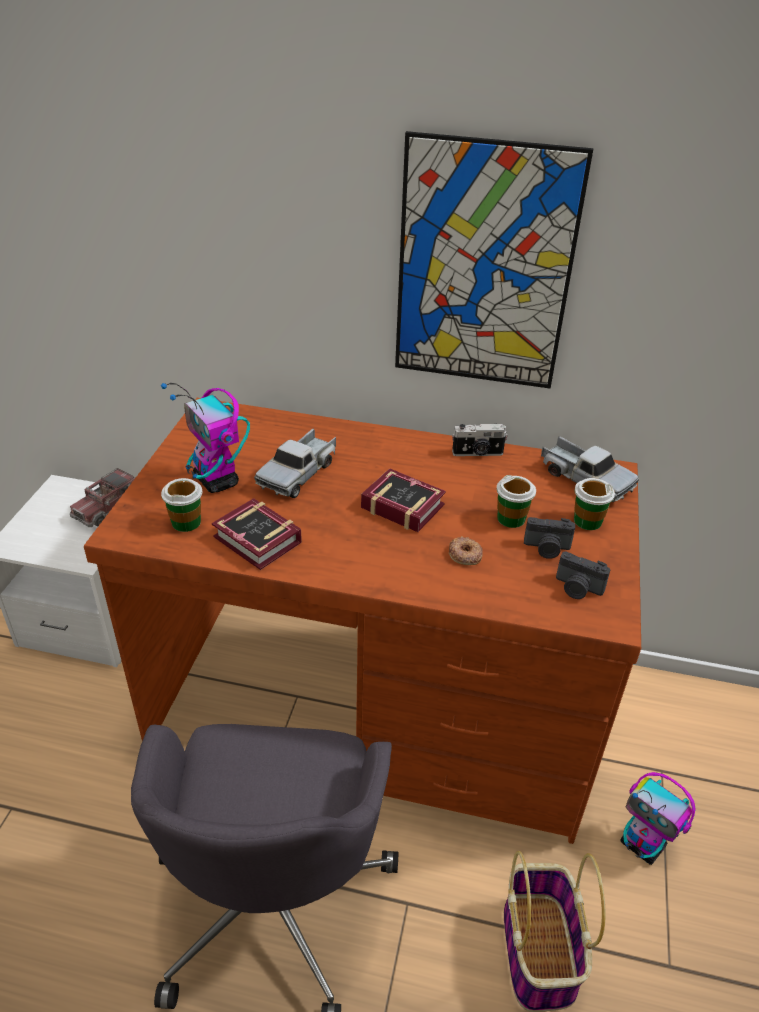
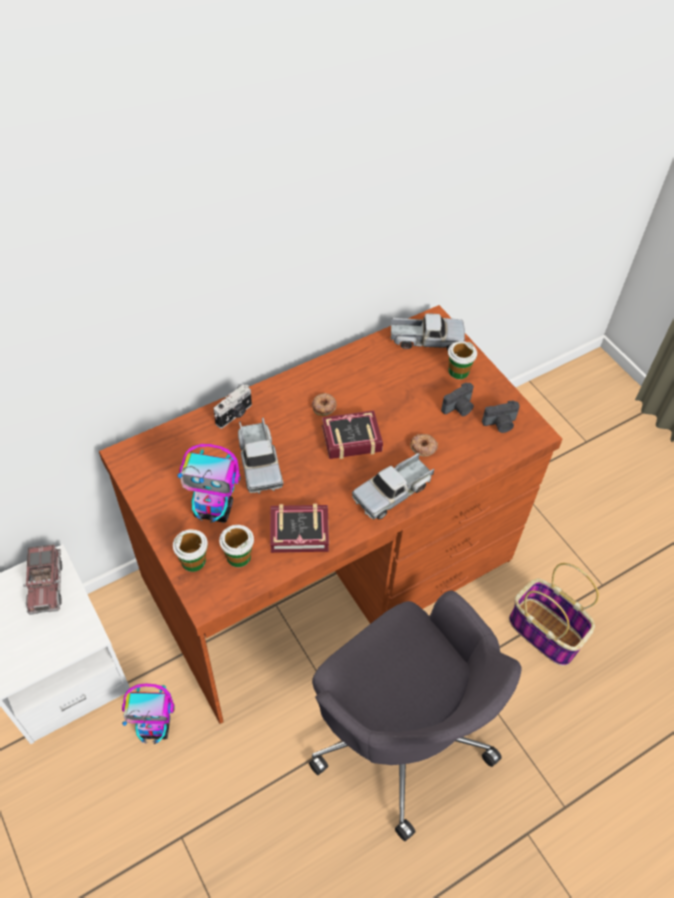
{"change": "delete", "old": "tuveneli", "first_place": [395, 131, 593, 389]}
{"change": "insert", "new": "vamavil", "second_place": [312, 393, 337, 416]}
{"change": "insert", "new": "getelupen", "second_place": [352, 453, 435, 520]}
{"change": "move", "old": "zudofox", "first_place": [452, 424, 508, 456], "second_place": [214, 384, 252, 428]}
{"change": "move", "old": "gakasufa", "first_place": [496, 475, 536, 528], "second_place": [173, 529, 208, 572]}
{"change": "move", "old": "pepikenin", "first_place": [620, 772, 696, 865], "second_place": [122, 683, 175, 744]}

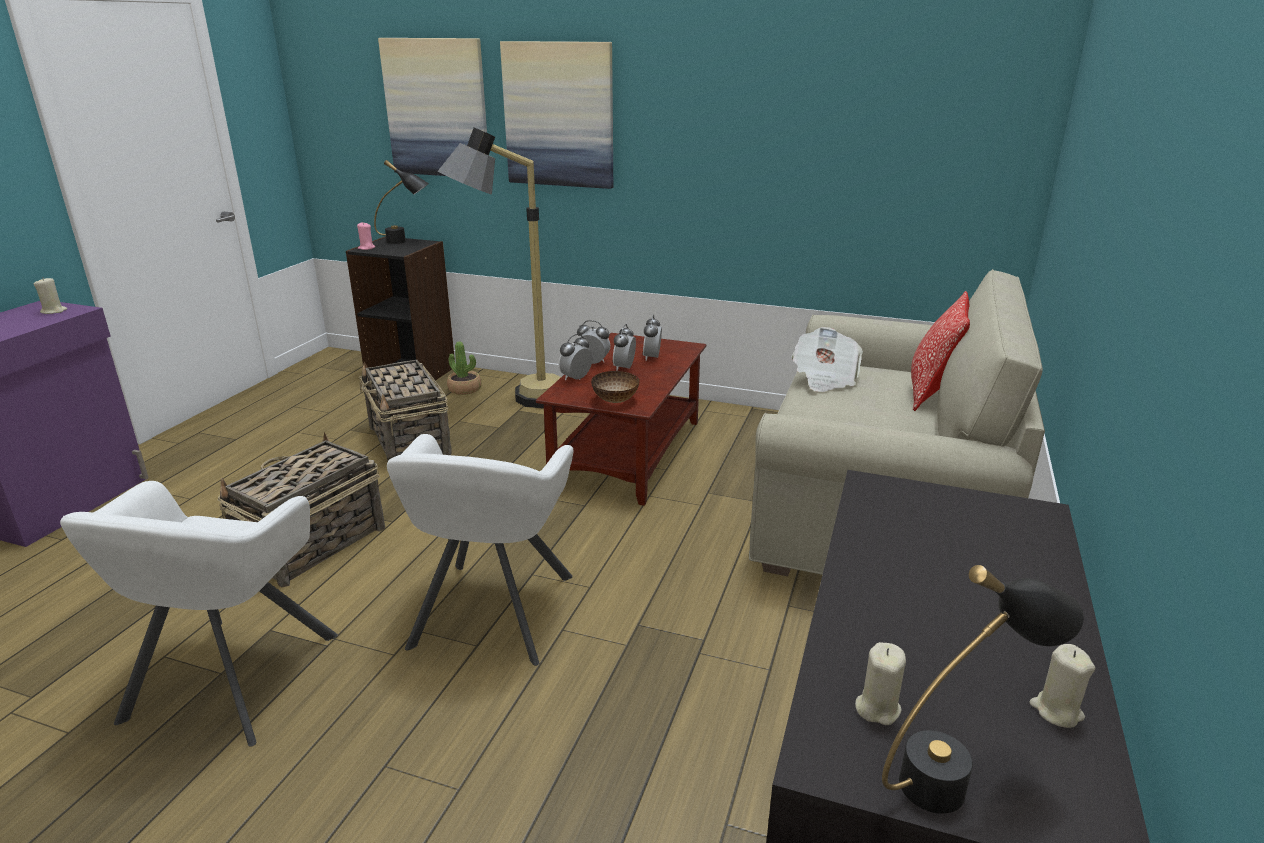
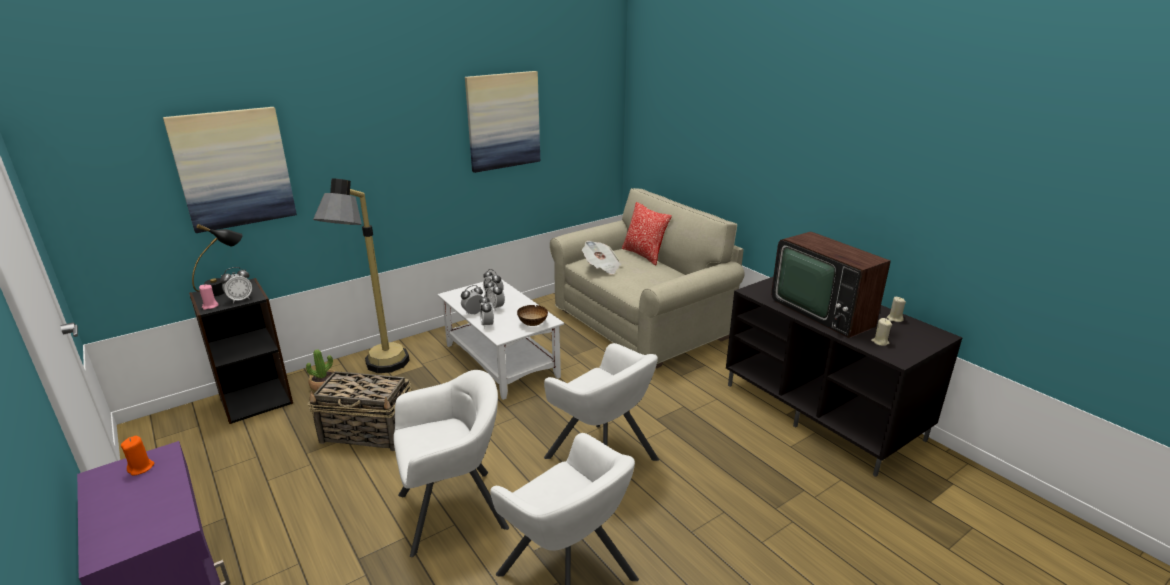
{"change": "delete", "old": "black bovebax", "first_place": [882, 565, 1084, 814]}
{"change": "insert", "new": "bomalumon", "second_place": [220, 267, 252, 303]}
{"change": "insert", "new": "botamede", "second_place": [771, 232, 891, 338]}
{"change": "move", "old": "tuveneli", "first_place": [500, 41, 613, 189], "second_place": [465, 71, 540, 173]}
{"change": "replace", "old": "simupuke", "new": "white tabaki", "first_place": [218, 432, 385, 587], "second_place": [394, 370, 509, 557]}
{"change": "recolor", "old": "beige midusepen", "new": "orange midusepen", "first_place": [34, 277, 67, 314], "second_place": [121, 436, 155, 476]}
{"change": "recolor", "old": "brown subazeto", "new": "white subazeto", "first_place": [536, 333, 706, 506], "second_place": [437, 279, 564, 400]}

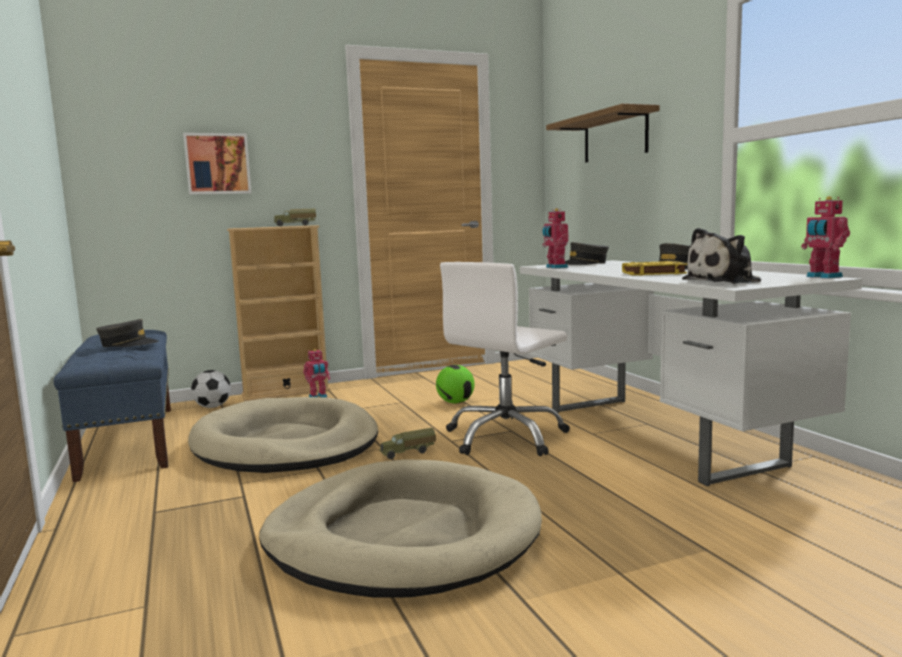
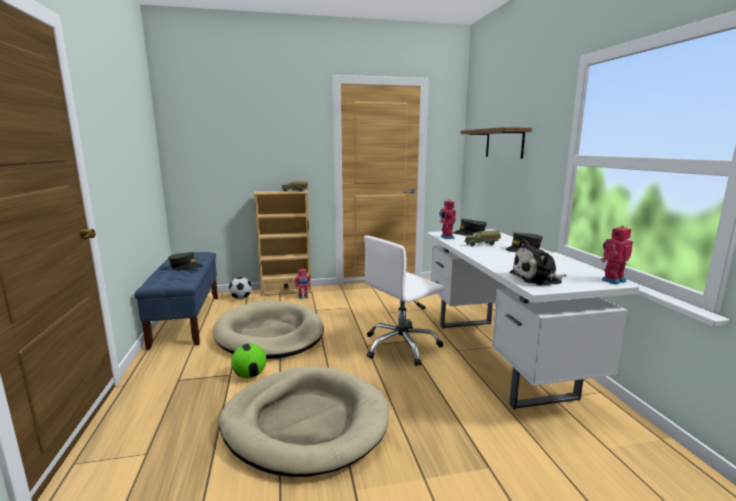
{"change": "delete", "old": "tuveneli", "first_place": [183, 133, 252, 195]}
{"change": "delete", "old": "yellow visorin", "first_place": [622, 261, 687, 276]}
{"change": "move", "old": "getelupen", "first_place": [379, 428, 436, 459], "second_place": [464, 230, 501, 247]}
{"change": "move", "old": "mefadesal", "first_place": [436, 365, 475, 404], "second_place": [231, 343, 266, 378]}
{"change": "rotate", "old": "pepikenin", "first_place": [801, 196, 850, 279], "second_place": [600, 225, 633, 285], "degrees": 75}

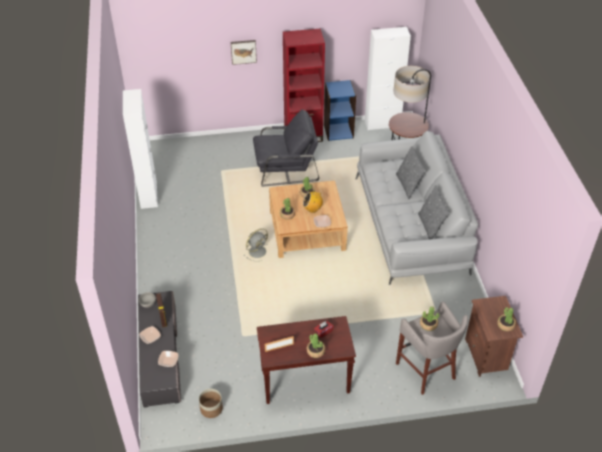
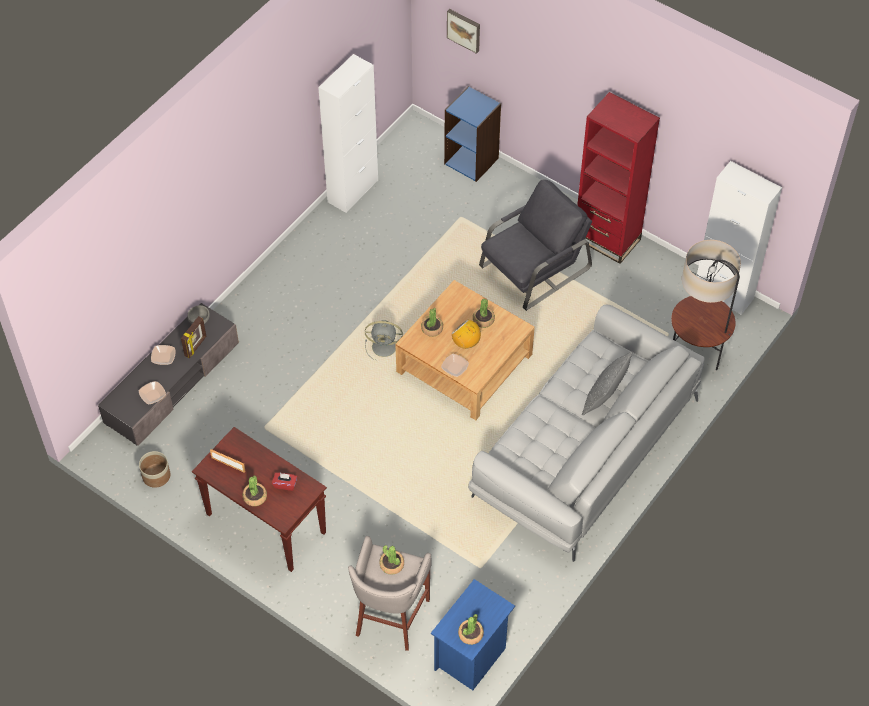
{"change": "delete", "old": "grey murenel", "first_place": [418, 185, 450, 239]}
{"change": "move", "old": "tuveneli", "first_place": [231, 40, 257, 65], "second_place": [447, 9, 480, 54]}
{"change": "move", "old": "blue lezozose", "first_place": [324, 80, 356, 141], "second_place": [444, 86, 501, 182]}
{"change": "recolor", "old": "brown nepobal", "new": "blue nepobal", "first_place": [465, 296, 523, 377], "second_place": [431, 579, 515, 690]}
{"change": "rotate", "old": "grey tabaki", "first_place": [253, 110, 319, 187], "second_place": [479, 180, 592, 311], "degrees": -75}

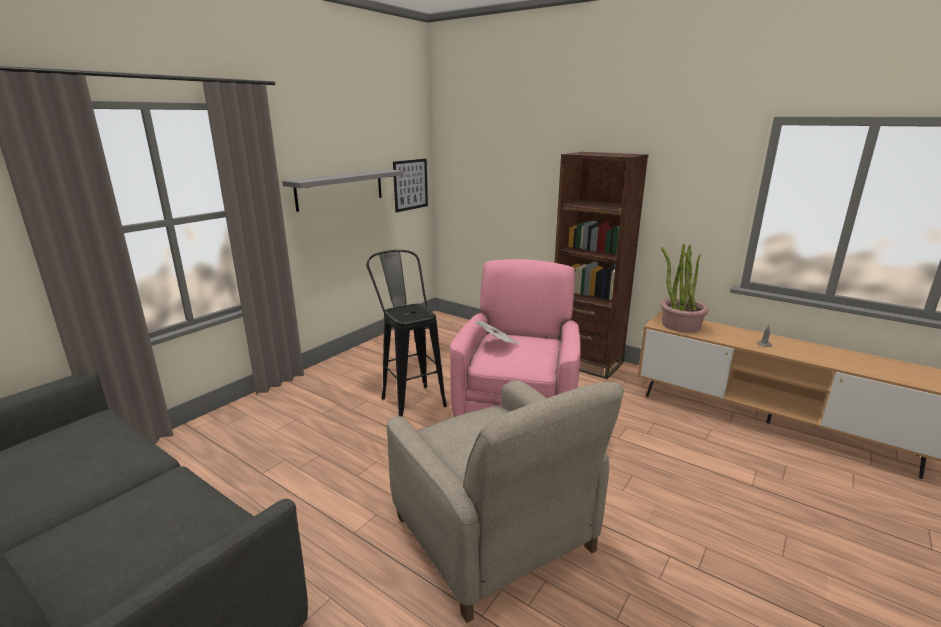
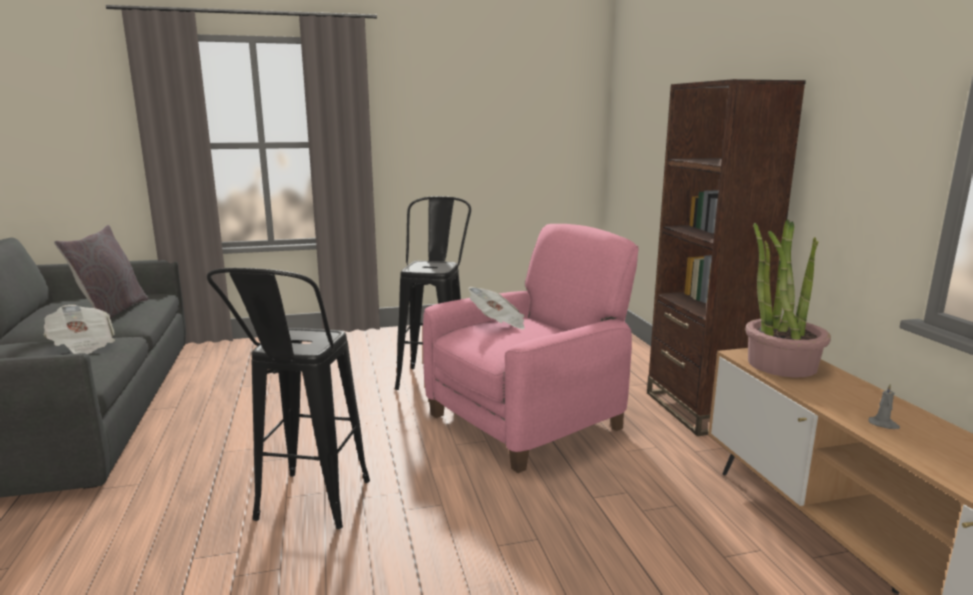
{"change": "delete", "old": "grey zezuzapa", "first_place": [282, 169, 404, 212]}
{"change": "delete", "old": "tuveneli", "first_place": [393, 159, 428, 213]}
{"change": "insert", "new": "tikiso", "second_place": [44, 305, 115, 354]}
{"change": "insert", "new": "grey murenel", "second_place": [54, 225, 148, 319]}
{"change": "replace", "old": "beige tabaki", "new": "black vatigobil", "first_place": [387, 380, 624, 623], "second_place": [207, 268, 370, 529]}

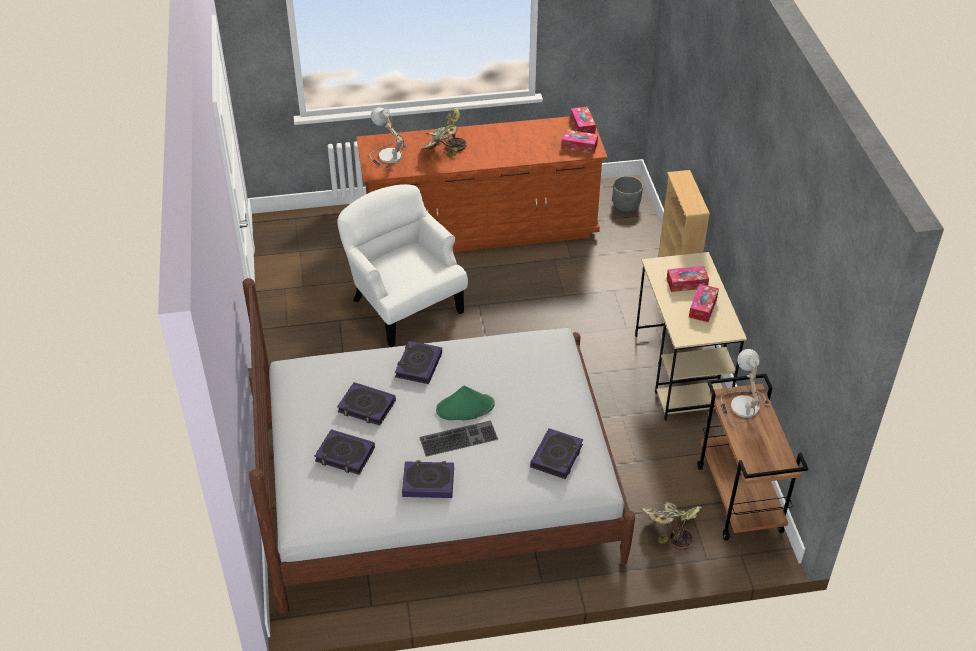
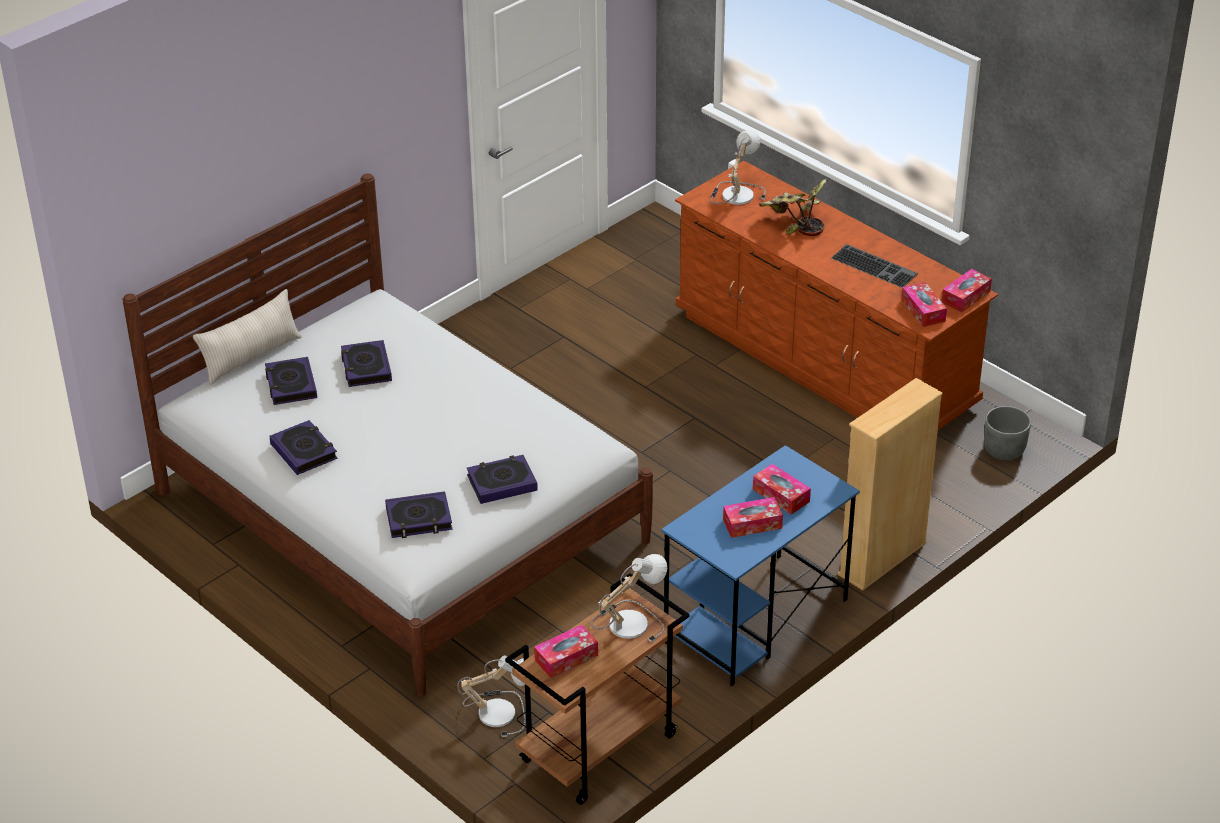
{"change": "delete", "old": "white tabaki", "first_place": [337, 184, 468, 347]}
{"change": "delete", "old": "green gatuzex", "first_place": [436, 385, 495, 421]}
{"change": "insert", "new": "beige murenel", "second_place": [193, 289, 302, 385]}
{"change": "insert", "new": "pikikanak", "second_place": [534, 625, 598, 678]}
{"change": "move", "old": "visorin", "first_place": [395, 341, 442, 384], "second_place": [467, 455, 538, 504]}
{"change": "move", "old": "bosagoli", "first_place": [419, 420, 498, 457], "second_place": [831, 244, 918, 288]}
{"change": "replace", "old": "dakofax", "new": "bovebax", "first_place": [641, 501, 702, 550], "second_place": [457, 655, 526, 737]}
{"change": "recolor", "old": "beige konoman", "new": "blue konoman", "first_place": [635, 252, 747, 421], "second_place": [661, 445, 860, 686]}

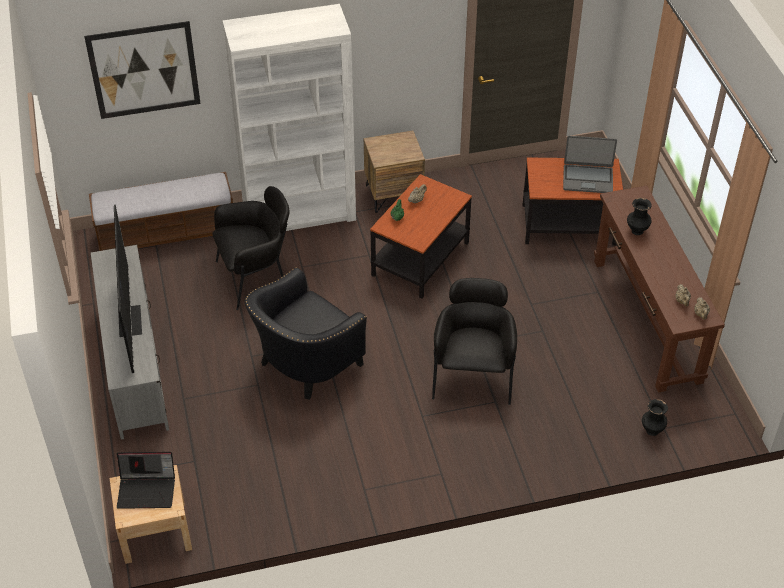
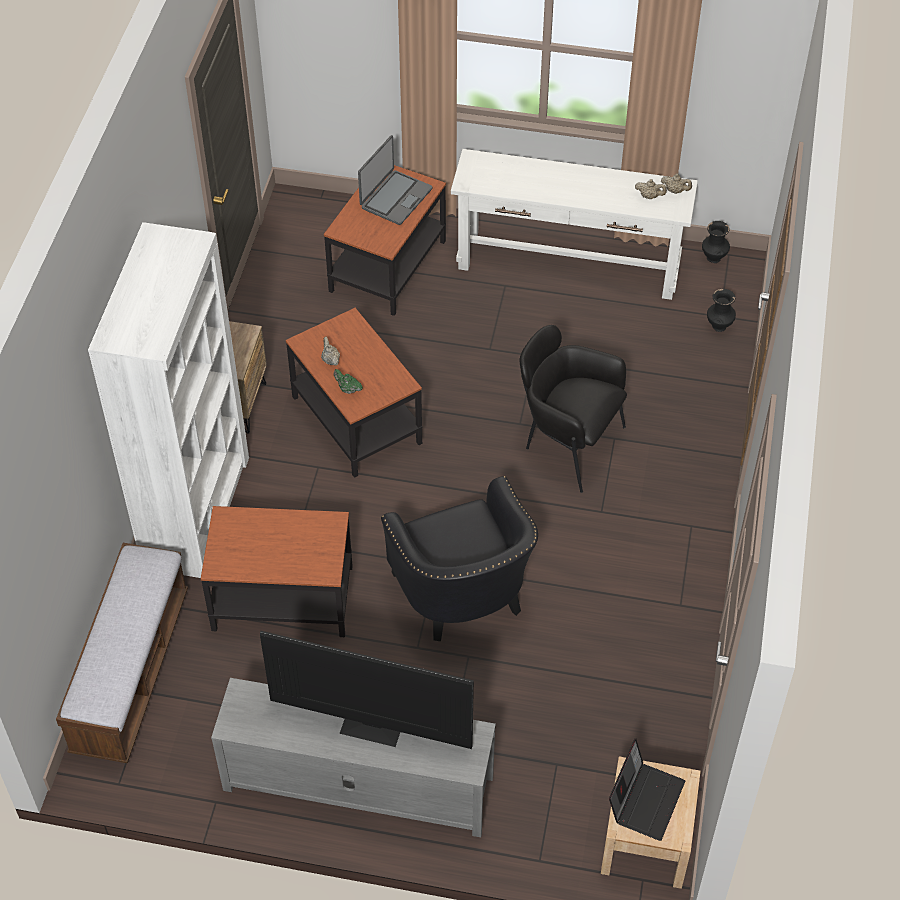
{"change": "delete", "old": "tuveneli", "first_place": [84, 21, 201, 119]}
{"change": "move", "old": "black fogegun", "first_place": [627, 198, 652, 235], "second_place": [702, 221, 730, 263]}
{"change": "replace", "old": "black tabaki", "new": "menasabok", "first_place": [212, 186, 290, 310], "second_place": [201, 506, 353, 637]}
{"change": "recolor", "old": "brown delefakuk", "new": "white delefakuk", "first_place": [594, 186, 725, 393], "second_place": [451, 149, 698, 300]}

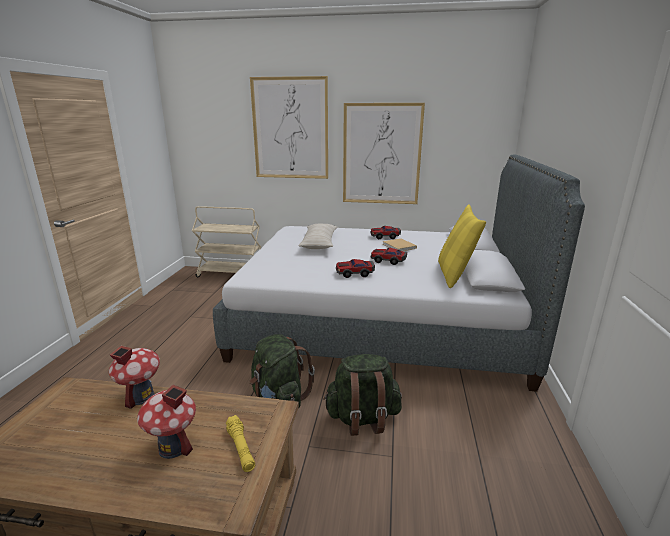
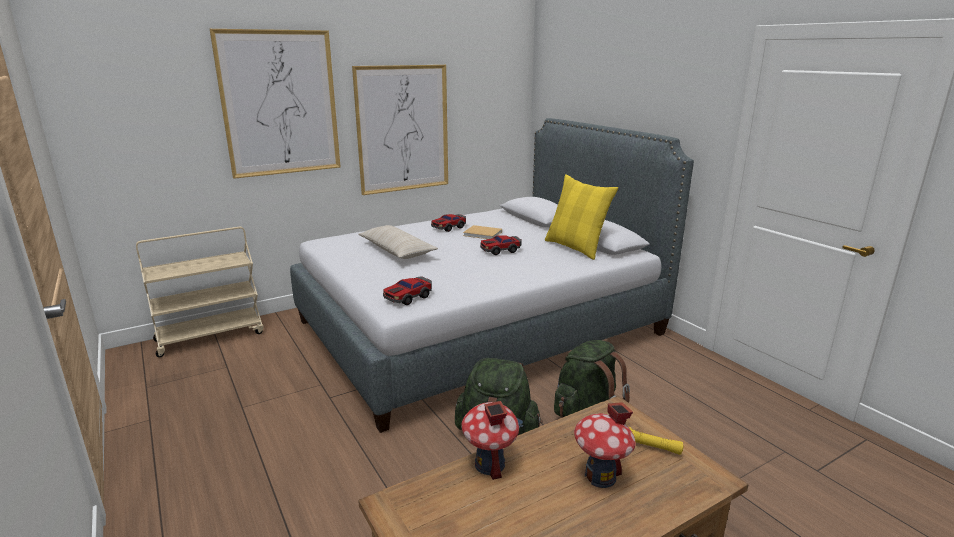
{"change": "move", "old": "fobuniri", "first_place": [336, 259, 375, 278], "second_place": [383, 276, 432, 305]}

